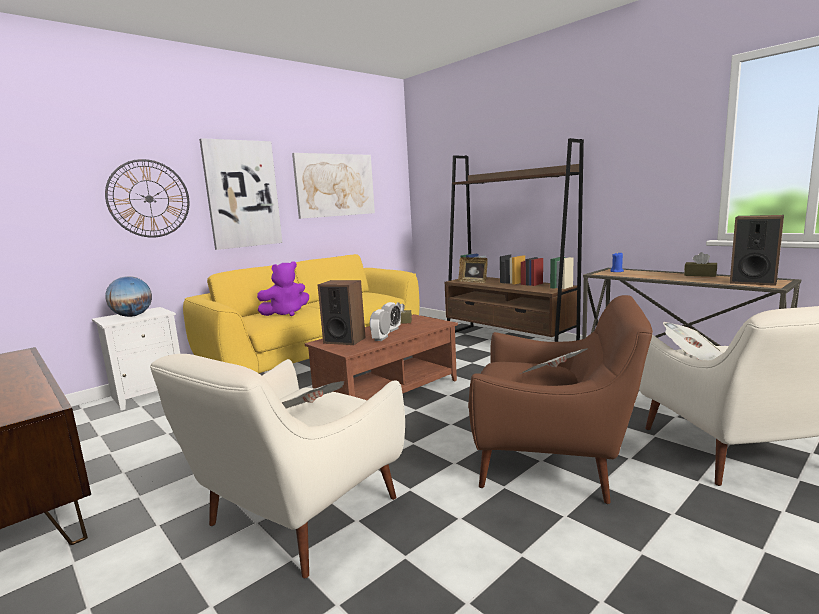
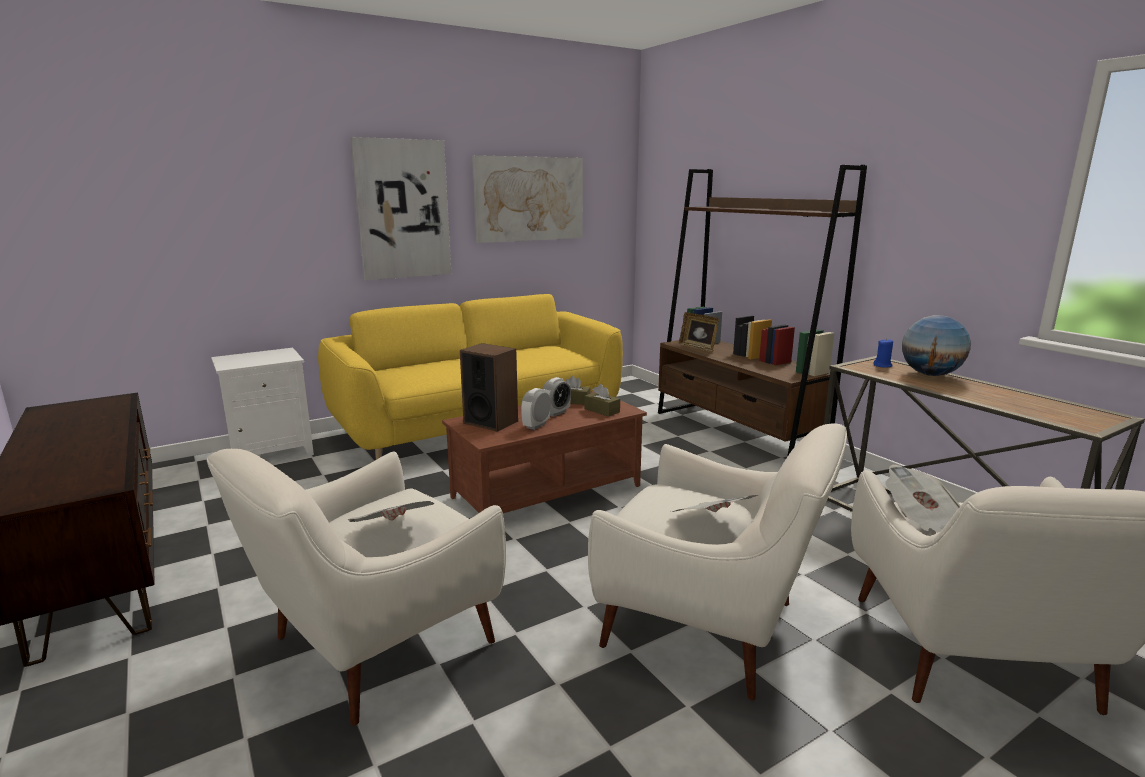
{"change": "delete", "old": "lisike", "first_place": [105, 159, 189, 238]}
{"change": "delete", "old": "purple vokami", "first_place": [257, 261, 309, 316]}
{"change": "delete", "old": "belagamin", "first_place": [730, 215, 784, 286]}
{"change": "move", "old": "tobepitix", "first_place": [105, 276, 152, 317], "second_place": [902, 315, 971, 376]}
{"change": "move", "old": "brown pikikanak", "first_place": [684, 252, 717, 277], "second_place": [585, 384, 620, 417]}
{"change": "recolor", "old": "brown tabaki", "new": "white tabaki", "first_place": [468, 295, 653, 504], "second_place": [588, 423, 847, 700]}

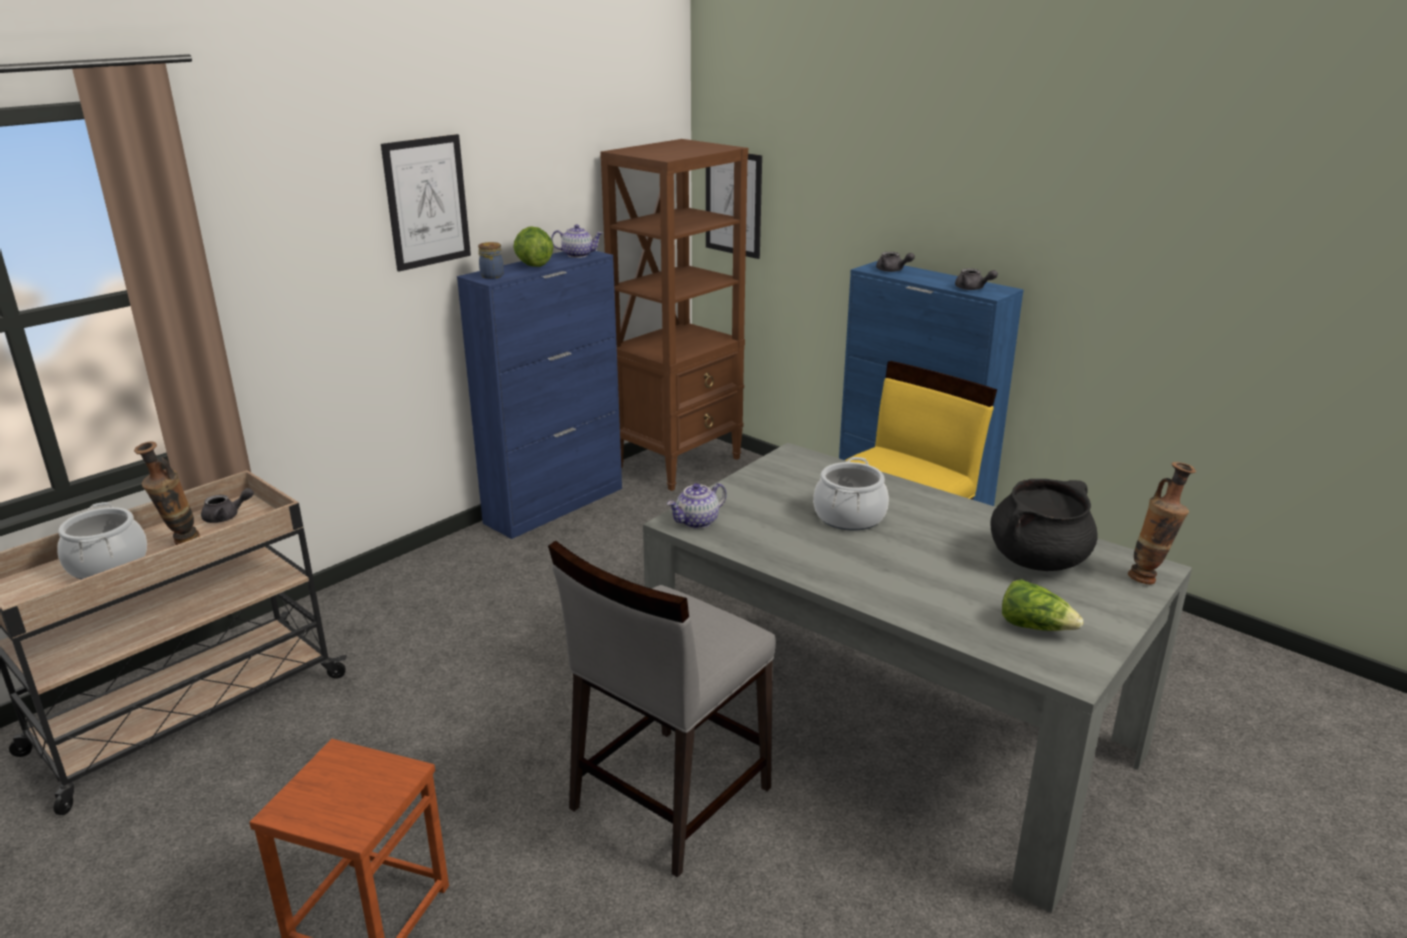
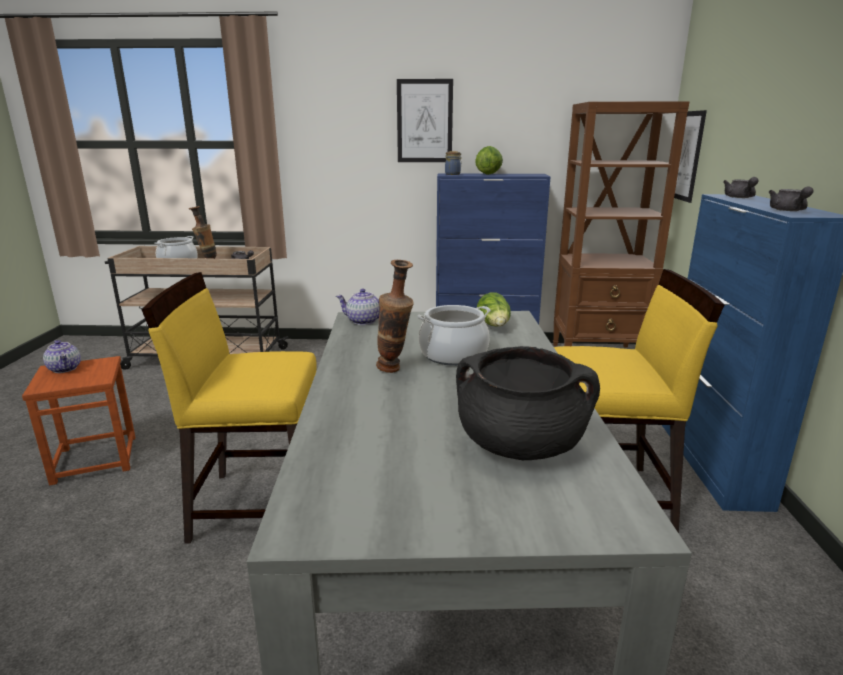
{"change": "move", "old": "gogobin", "first_place": [551, 224, 603, 258], "second_place": [43, 340, 81, 373]}
{"change": "move", "old": "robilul", "first_place": [1002, 579, 1083, 631], "second_place": [477, 292, 511, 327]}
{"change": "move", "old": "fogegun", "first_place": [1128, 462, 1196, 584], "second_place": [376, 260, 414, 373]}
{"change": "recolor", "old": "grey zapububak", "new": "yellow zapububak", "first_place": [548, 540, 776, 878], "second_place": [142, 272, 317, 544]}

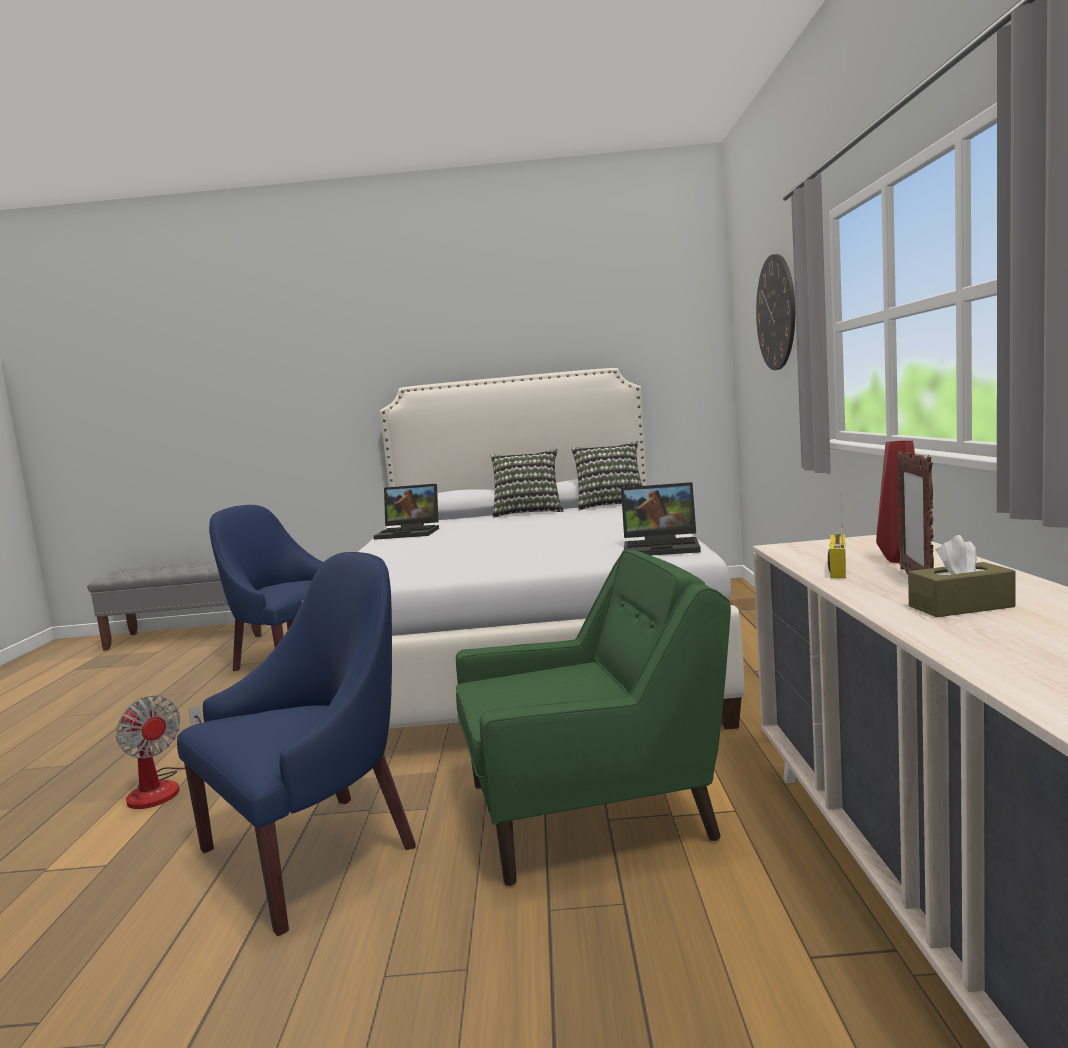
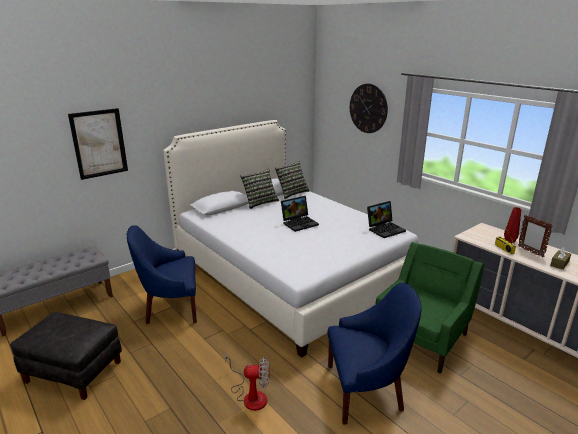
{"change": "insert", "new": "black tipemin", "second_place": [10, 312, 122, 400]}
{"change": "insert", "new": "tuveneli", "second_place": [68, 108, 128, 180]}
{"change": "move", "old": "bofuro", "first_place": [374, 484, 439, 540], "second_place": [281, 196, 319, 232]}
{"change": "rotate", "old": "blue tabaki", "first_place": [177, 552, 416, 936], "second_place": [328, 283, 421, 425], "degrees": 75}

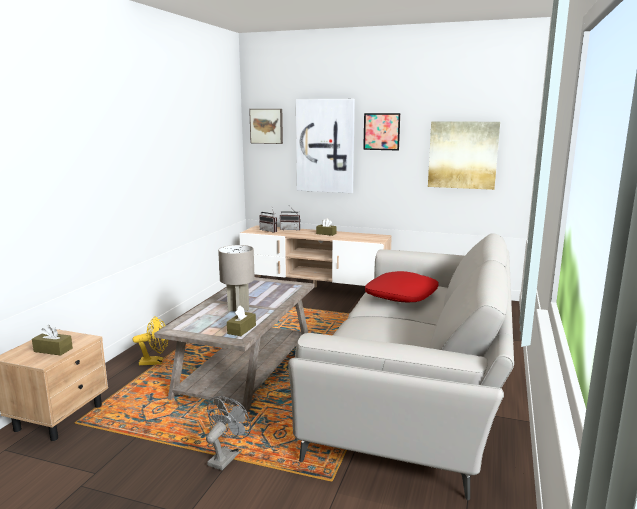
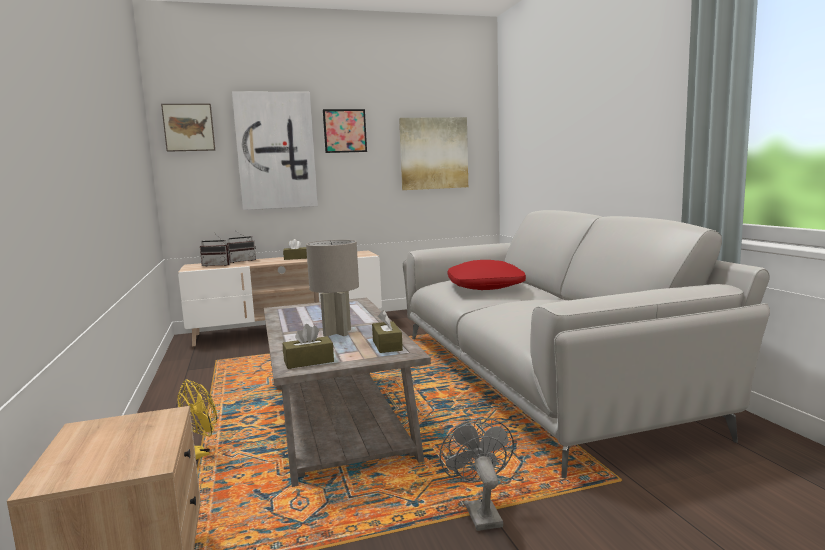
{"change": "move", "old": "brown pikikanak", "first_place": [32, 325, 73, 356], "second_place": [283, 324, 334, 369]}

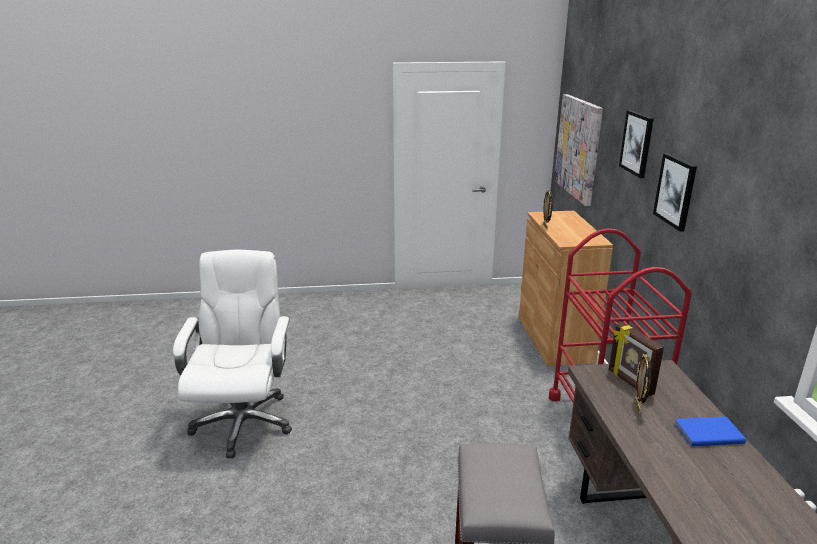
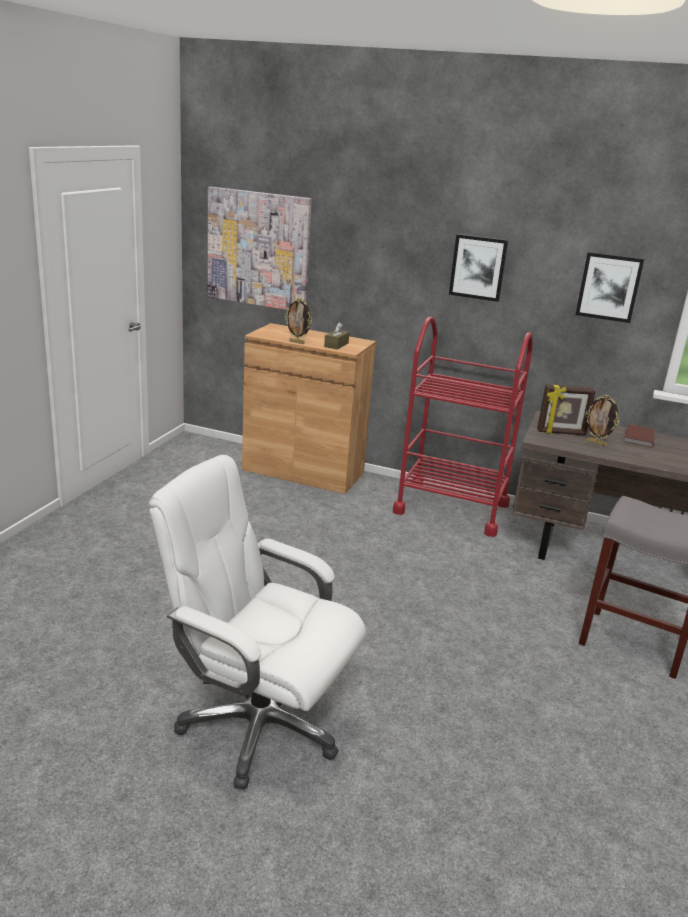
{"change": "insert", "new": "brown pikikanak", "second_place": [324, 322, 349, 350]}
{"change": "move", "old": "tuveneli", "first_place": [619, 110, 654, 178], "second_place": [576, 252, 644, 323]}
{"change": "recolor", "old": "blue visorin", "new": "brown visorin", "first_place": [674, 417, 746, 446], "second_place": [623, 424, 655, 448]}

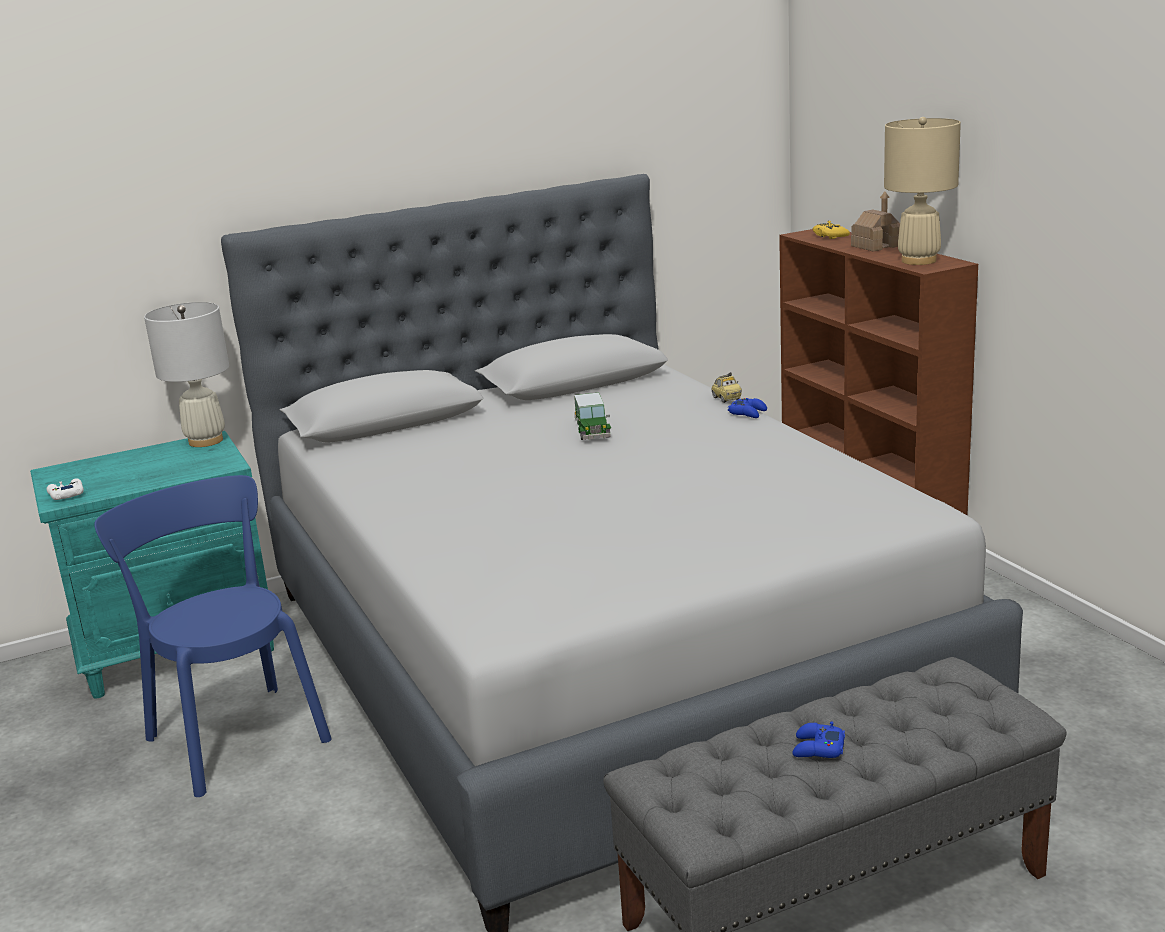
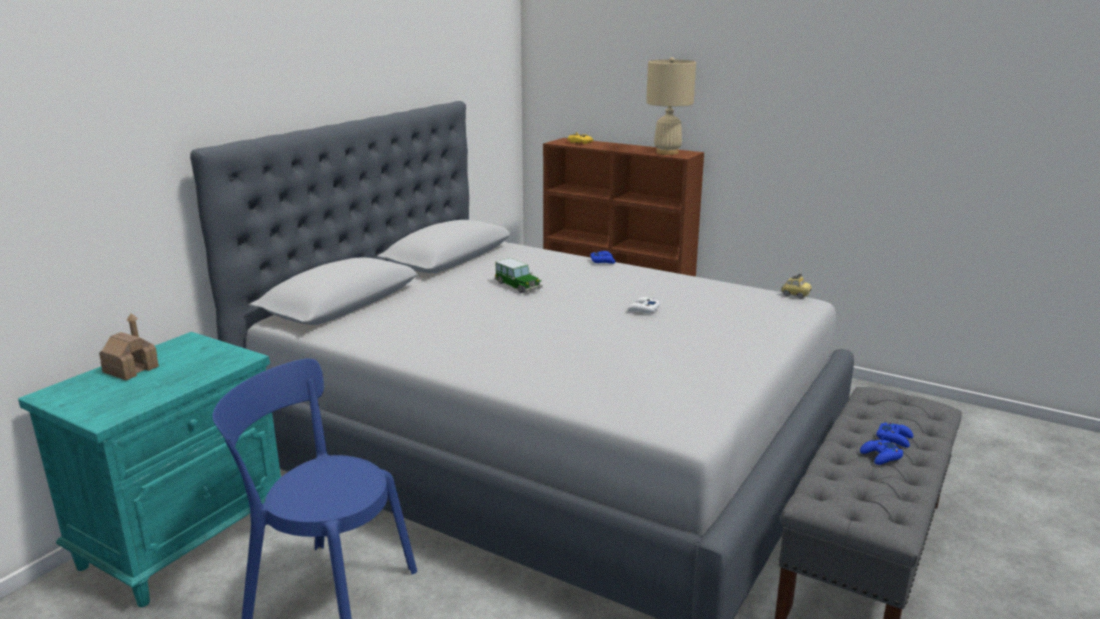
{"change": "delete", "old": "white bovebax", "first_place": [144, 302, 229, 447]}
{"change": "insert", "new": "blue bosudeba", "second_place": [876, 423, 913, 448]}
{"change": "move", "old": "white bosudeba", "first_place": [47, 478, 84, 500], "second_place": [628, 297, 660, 313]}
{"change": "move", "old": "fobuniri", "first_place": [711, 372, 742, 403], "second_place": [781, 274, 812, 299]}
{"change": "move", "old": "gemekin", "first_place": [851, 191, 900, 252], "second_place": [99, 313, 159, 380]}

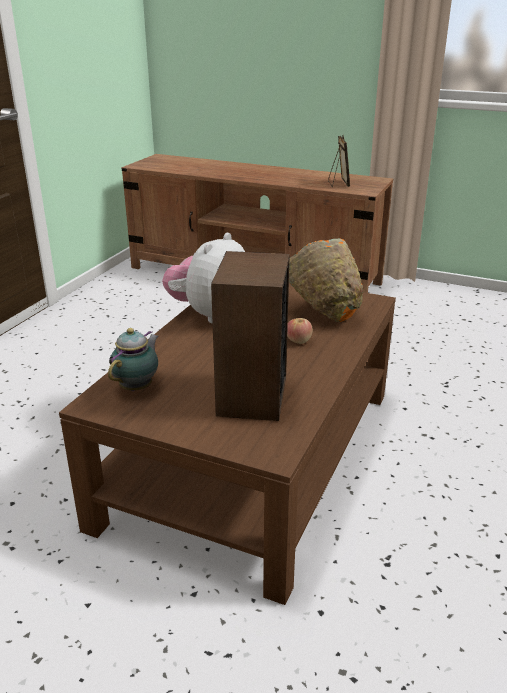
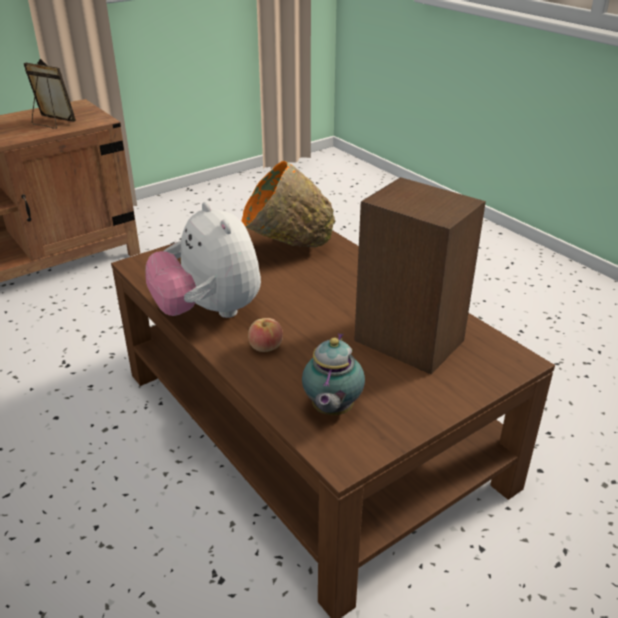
{"change": "move", "old": "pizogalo", "first_place": [287, 318, 313, 344], "second_place": [248, 318, 283, 352]}
{"change": "rotate", "old": "gogobin", "first_place": [108, 328, 158, 391], "second_place": [302, 333, 365, 415], "degrees": -135}

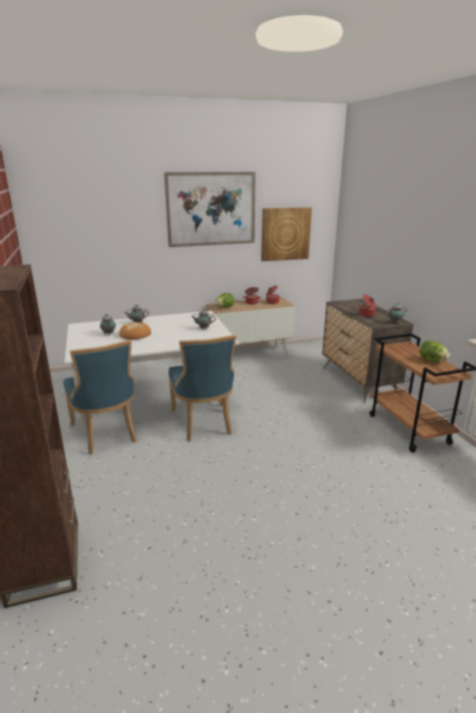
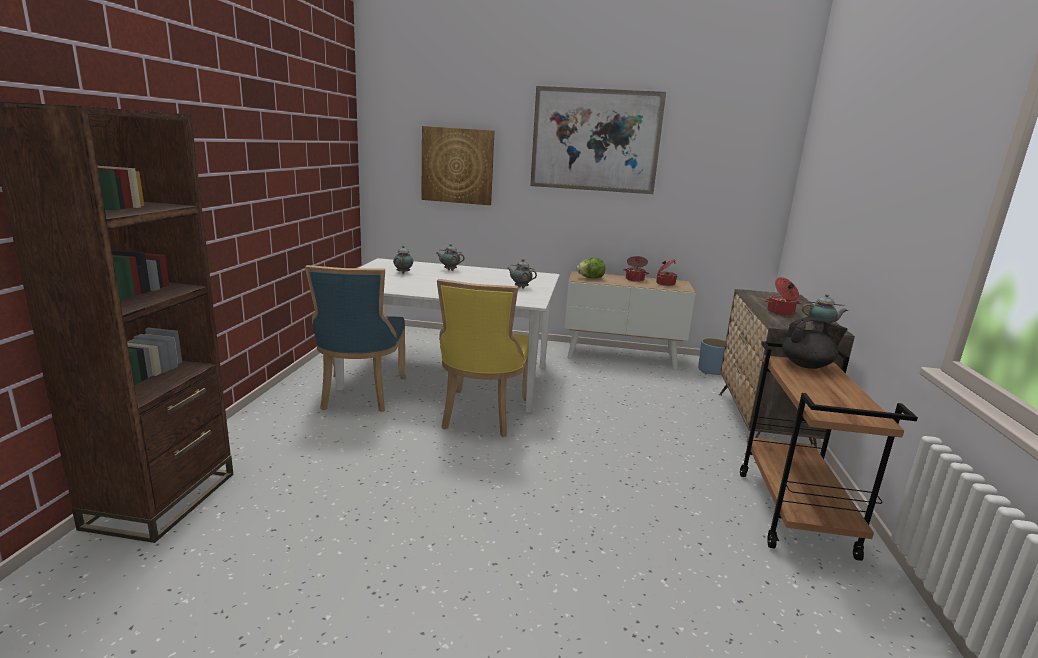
{"change": "delete", "old": "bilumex", "first_place": [119, 322, 151, 339]}
{"change": "delete", "old": "robilul", "first_place": [420, 340, 450, 362]}
{"change": "insert", "new": "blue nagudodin", "second_place": [698, 338, 726, 375]}
{"change": "insert", "new": "black gogobin", "second_place": [782, 317, 848, 369]}
{"change": "move", "old": "tuveneli", "first_place": [261, 207, 312, 261], "second_place": [421, 126, 495, 205]}
{"change": "recolor", "old": "blue zapububak", "new": "yellow zapububak", "first_place": [169, 335, 236, 441], "second_place": [437, 279, 529, 437]}

